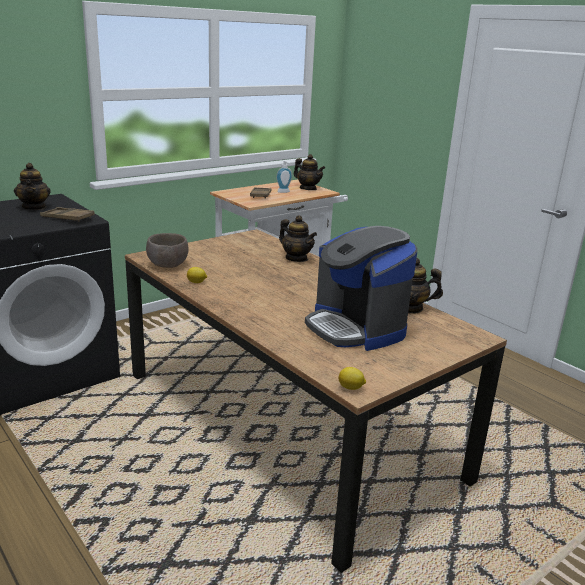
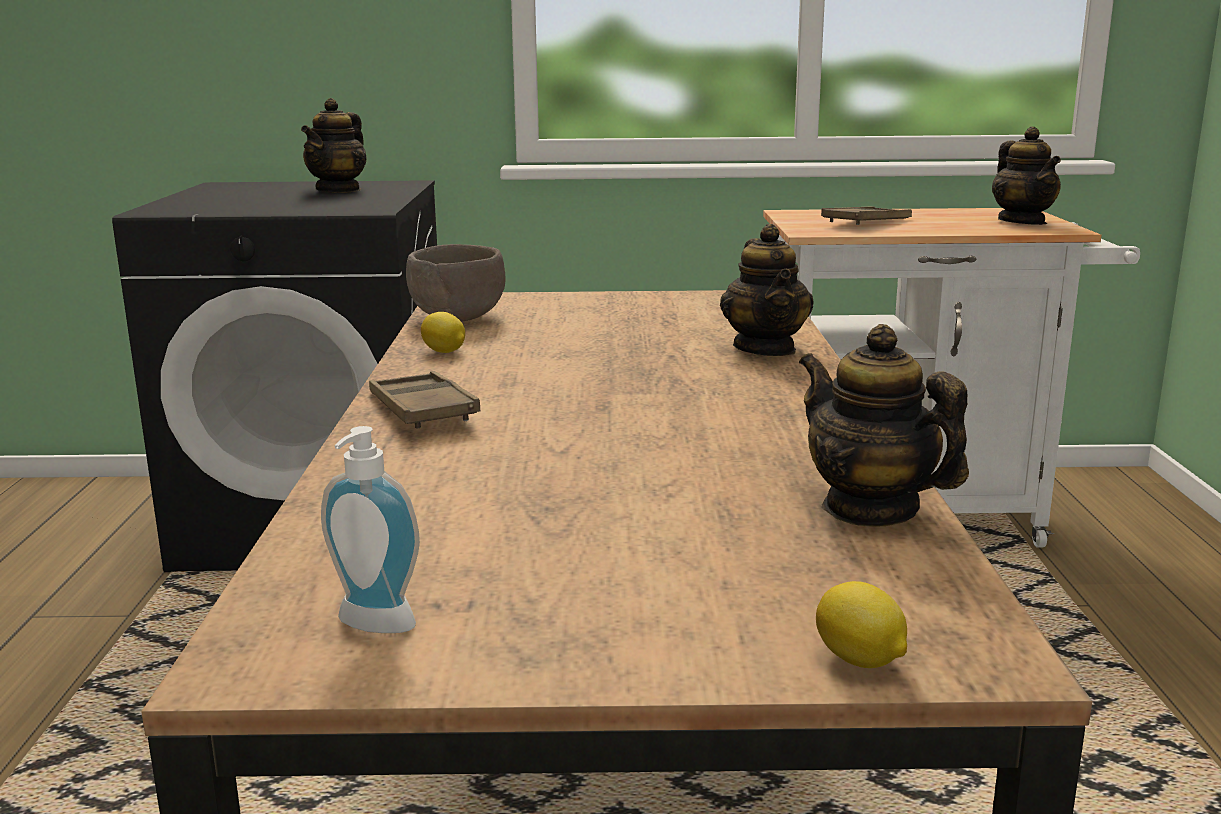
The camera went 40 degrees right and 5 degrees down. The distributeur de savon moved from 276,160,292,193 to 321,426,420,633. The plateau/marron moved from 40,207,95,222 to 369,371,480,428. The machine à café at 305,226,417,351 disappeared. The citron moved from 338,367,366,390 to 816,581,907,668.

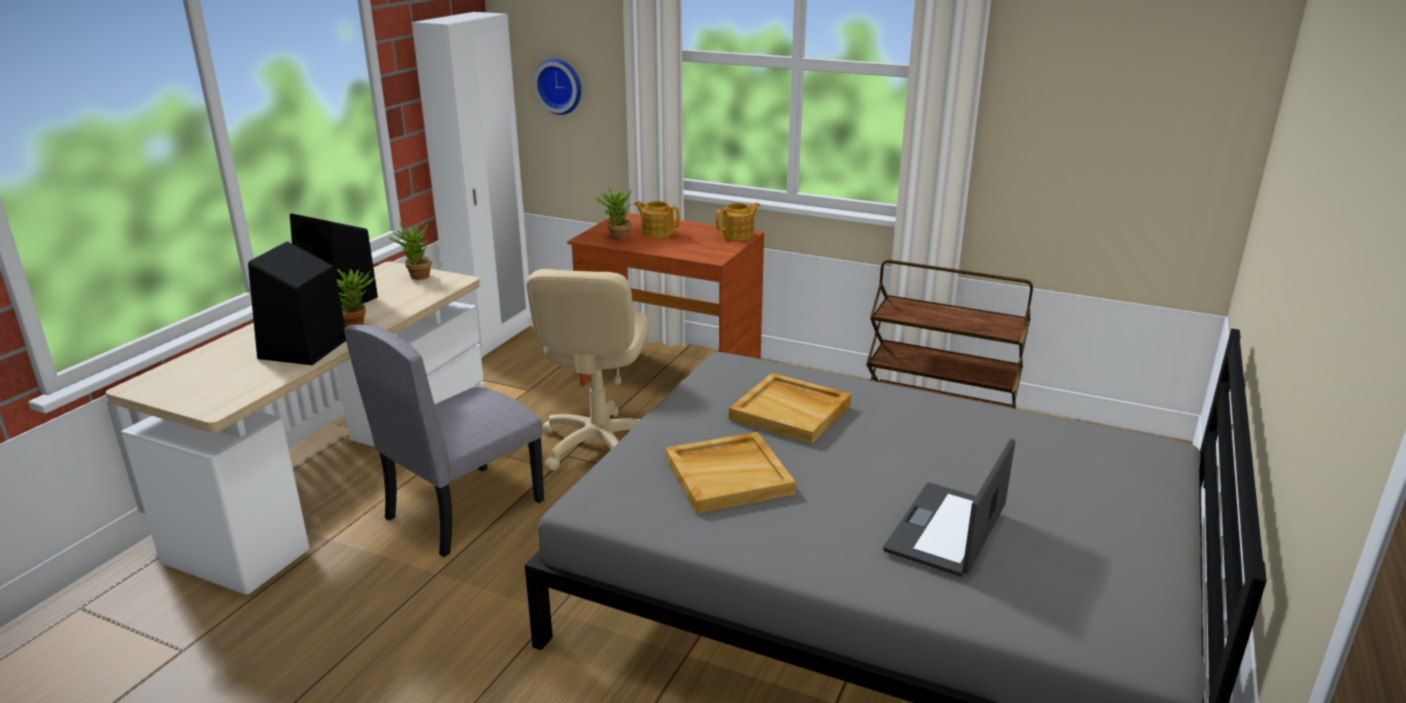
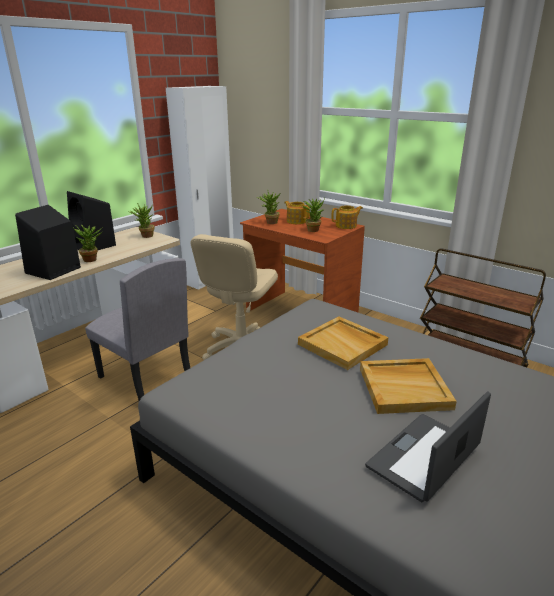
The camera went 15 degrees right and 0 degrees up. The horloge murale at 533,58,581,115 disappeared. The chaise/gris at 344,324,544,557 turned 105 degrees counterclockwise. The plateau/beige moved from 665,432,796,514 to 360,358,457,414. The plante en pot at 302,198,325,232 appeared.

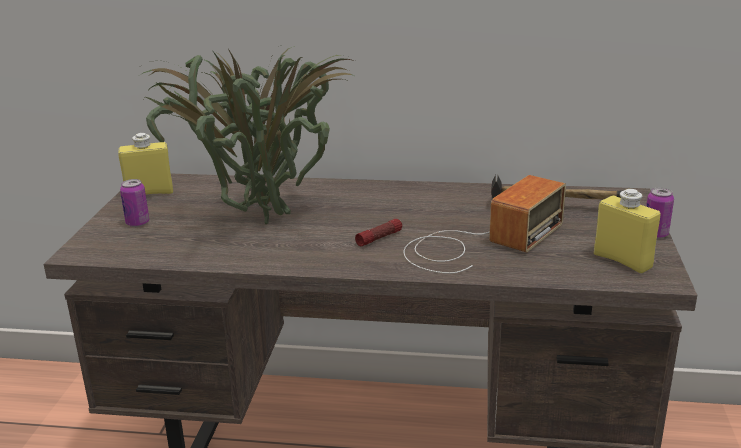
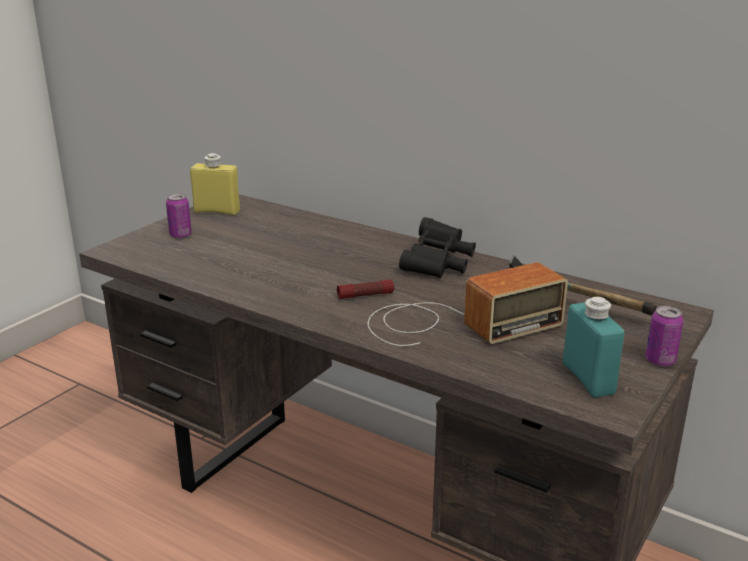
The camera went 25 degrees right and 0 degrees up. The plante en pot at 140,46,356,224 disappeared. The bouteille/jaune at 594,189,660,274 became the bouteille/turquoise at 562,297,625,398. The jumelles/noir at 399,217,476,278 appeared.

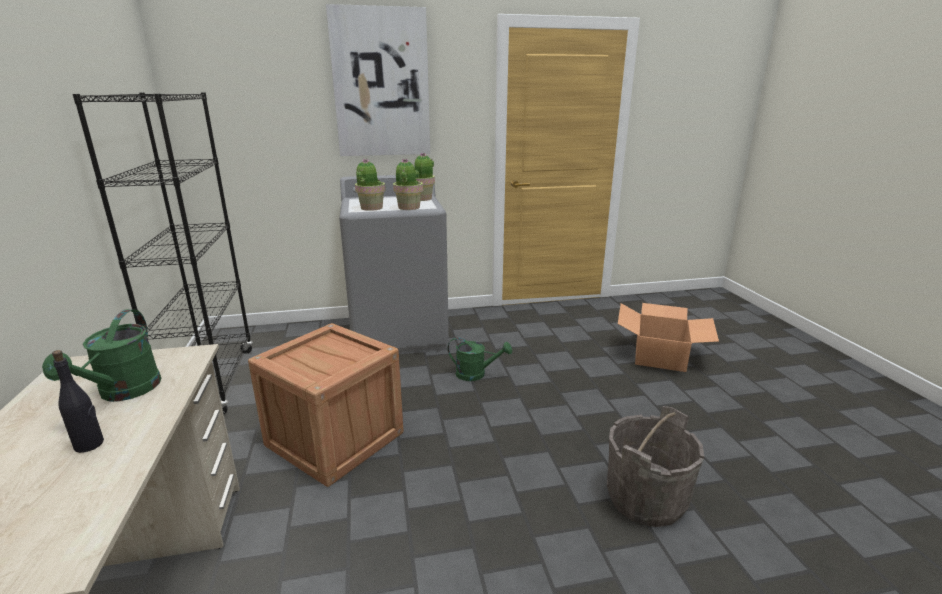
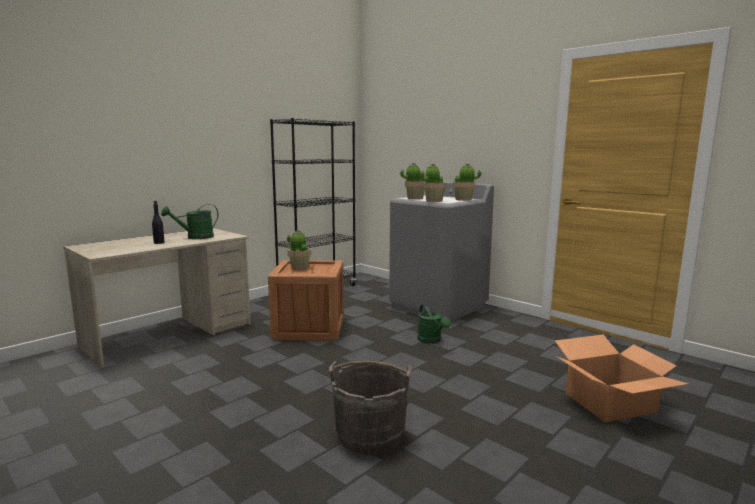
The camera went 55 degrees right and 10 degrees down. The tableau at 326,4,430,156 disappeared. The plante en pot at 287,230,311,270 appeared.

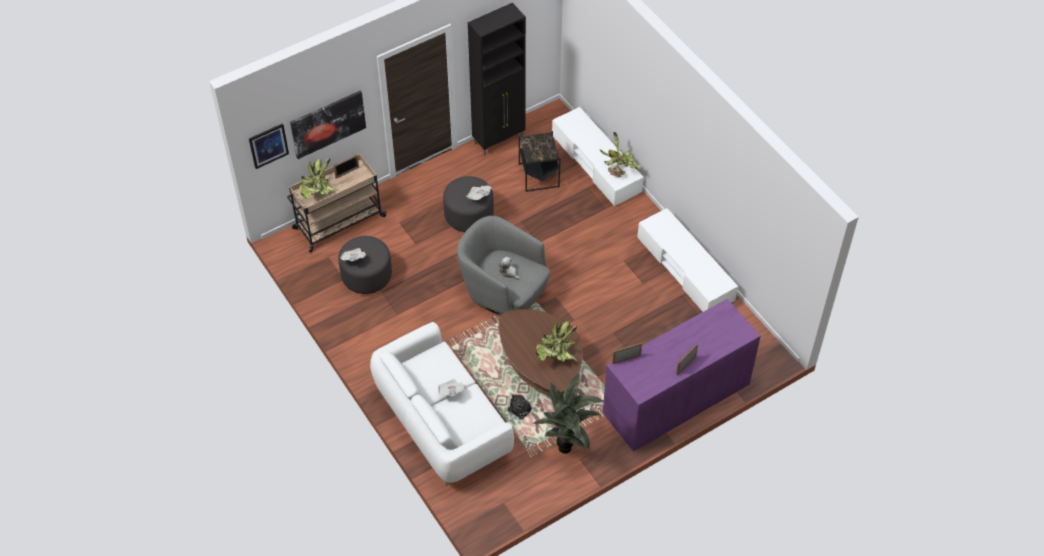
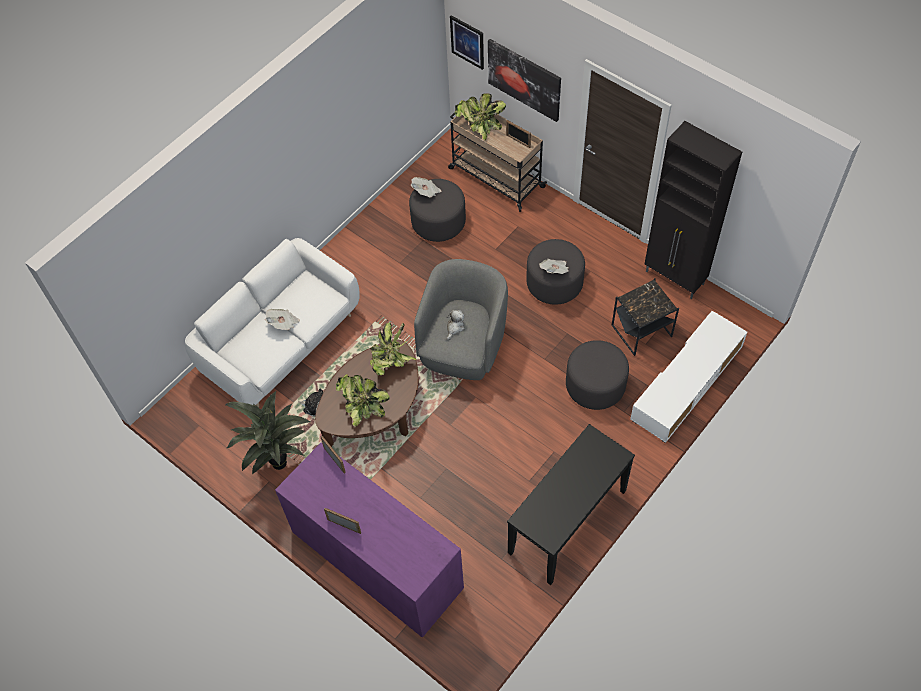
The camera went 75 degrees right and 5 degrees up. The plante en pot moved from 600,132,641,177 to 370,323,417,375. The meuble télé/blanc at 637,208,738,312 was replaced by the table console/noir at 507,424,635,585. The pouf/gris at 566,340,629,410 appeared.

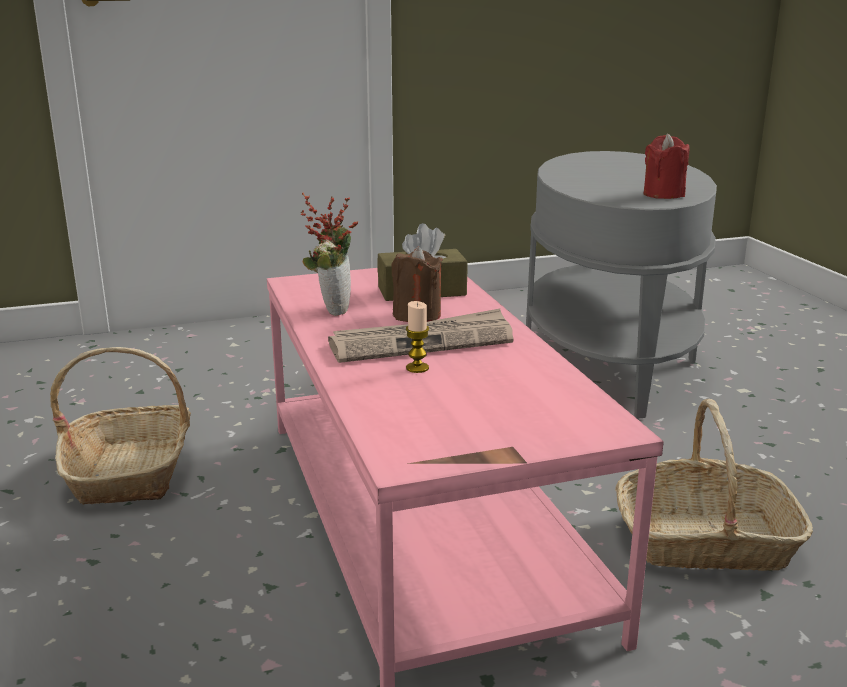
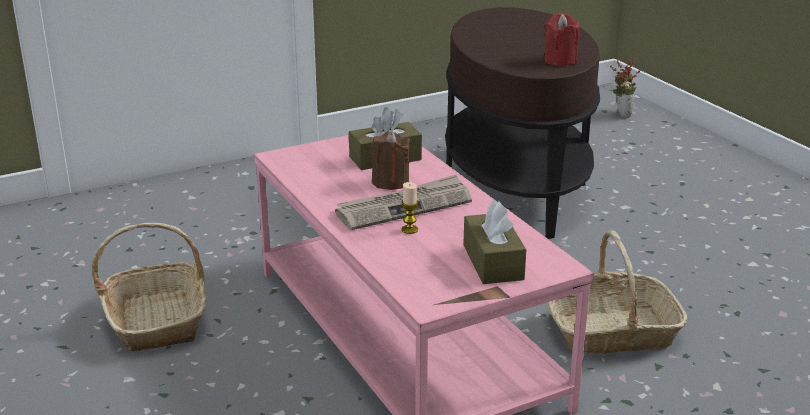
The camera went 10 degrees left and 5 degrees up. The table d'appoint/gris at 526,151,717,419 became the table d'appoint/marron at 445,7,600,239. The plante en pot moved from 301,193,358,316 to 610,58,641,118. The boîte à mouchoirs/marron at 463,200,526,284 appeared.

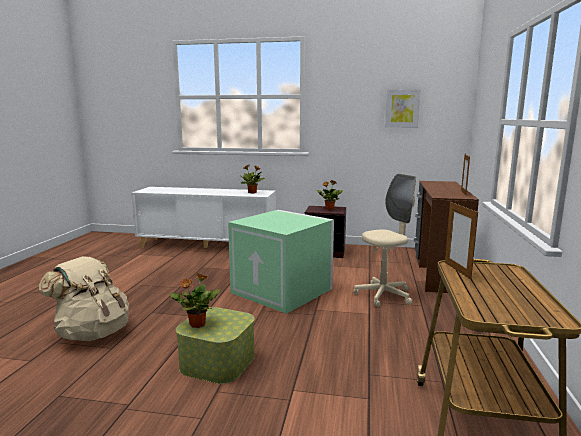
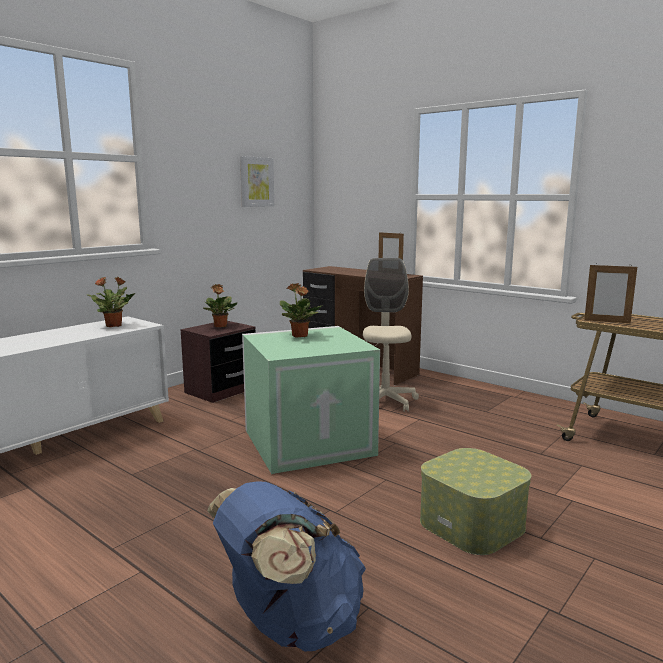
The camera went 60 degrees left and 0 degrees up. The sac à dos/beige at 39,256,129,341 became the sac à dos/bleu at 207,481,366,651. The plante en pot moved from 170,273,220,328 to 280,283,323,338.

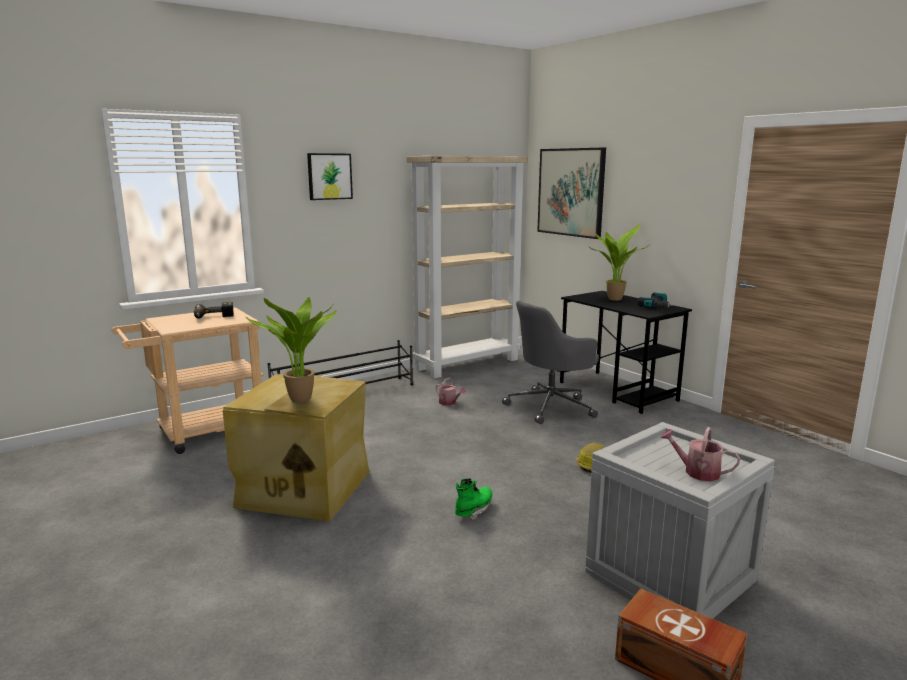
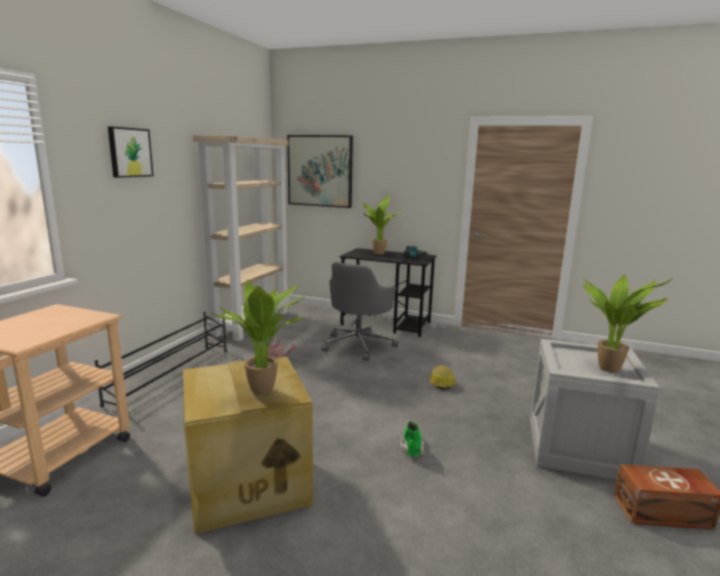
The camera went 35 degrees left and 0 degrees up. The perceuse at 194,302,234,319 disappeared. The arrosoir at 660,427,740,481 was replaced by the plante en pot at 583,275,674,373.

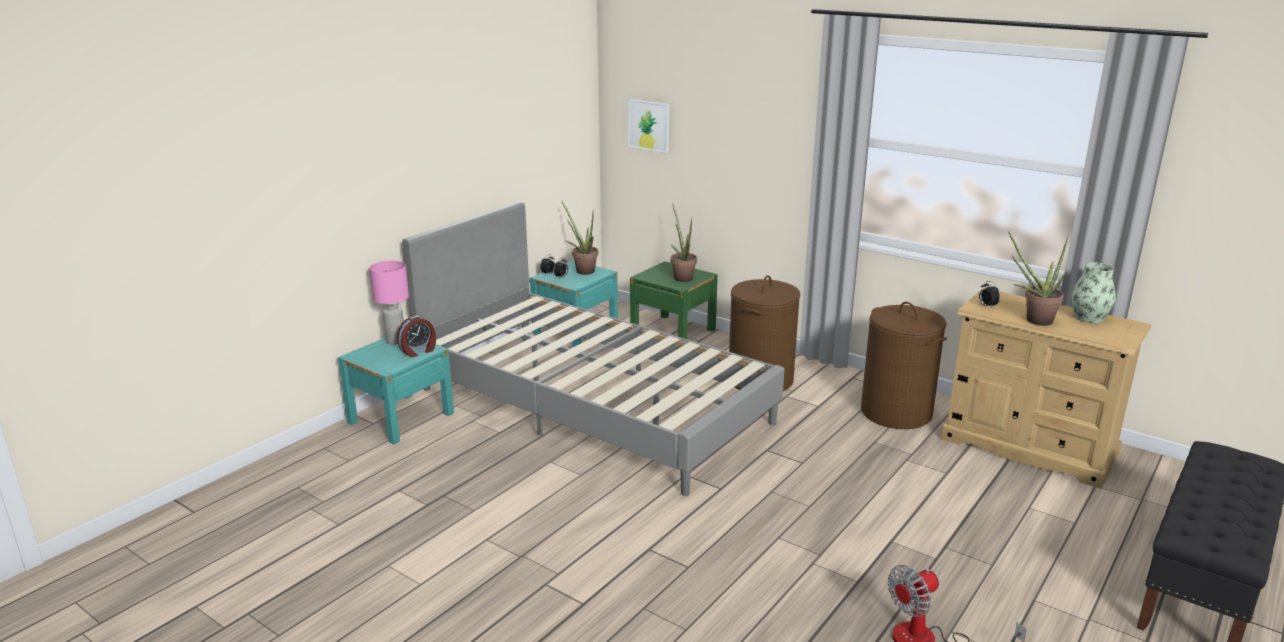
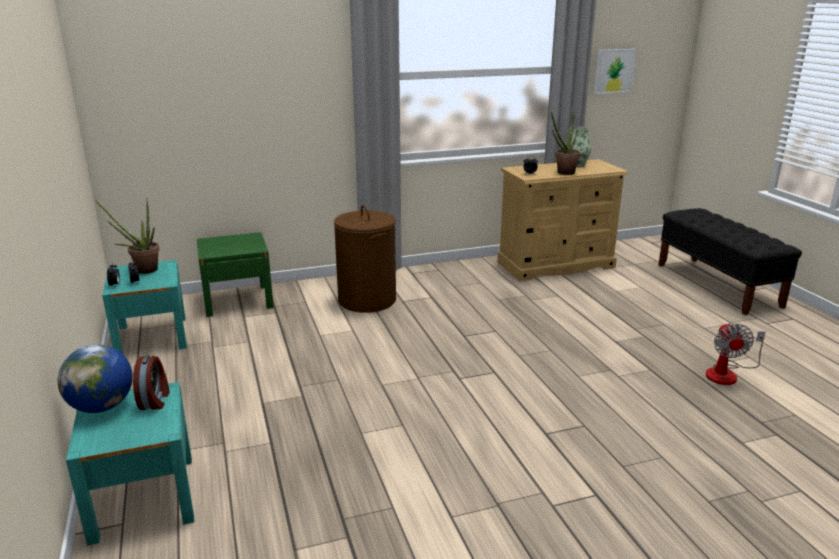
The camera went 55 degrees left and 0 degrees up. The tableau moved from 628,99,669,153 to 594,49,636,94. The lit/gris at 402,202,784,496 disappeared. The plante en pot at 671,204,697,282 disappeared. The lampe de table/rose at 369,261,409,345 was replaced by the globe at 58,345,133,413. The panier à linge/marron at 861,302,947,429 disappeared.

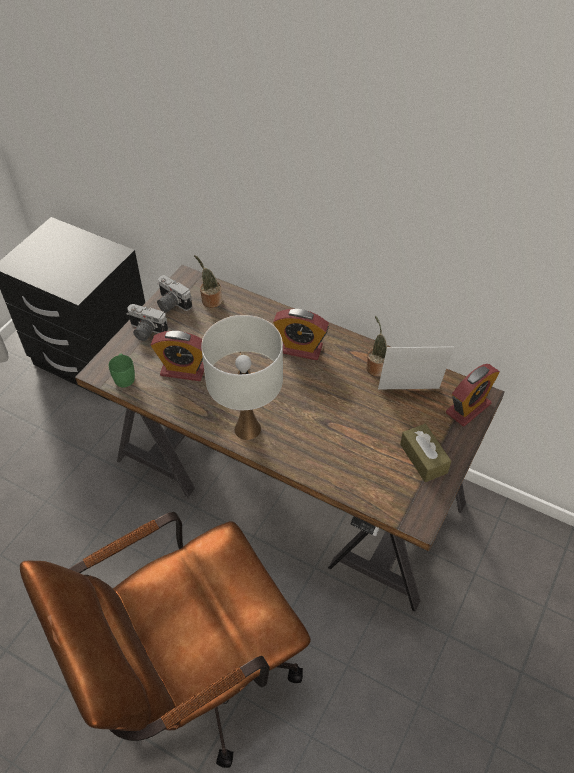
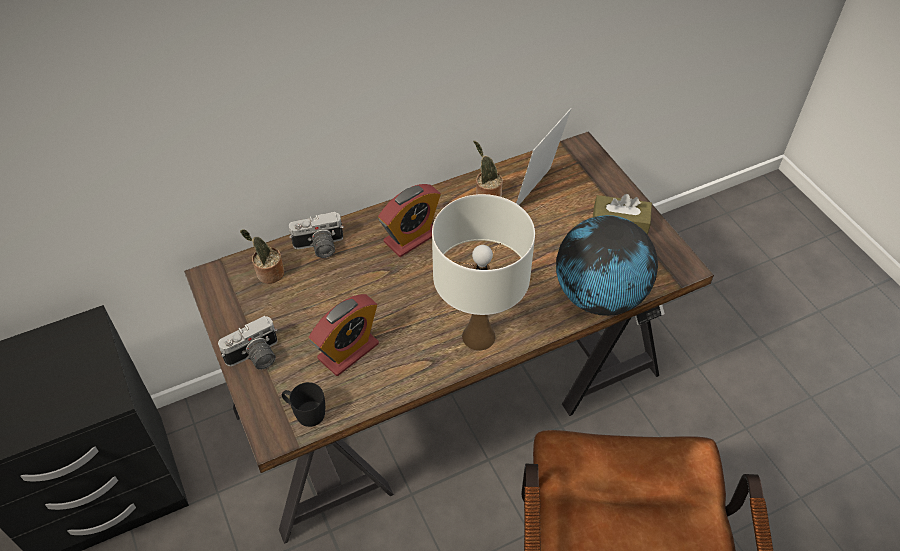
The camera went 55 degrees left and 0 degrees up. The appareil photo moved from 157,275,192,313 to 289,212,344,258. The mug/vert at 109,354,135,387 became the mug/noir at 282,382,325,427. The réveil at 446,364,500,426 disappeared. The globe at 556,215,658,316 appeared.

